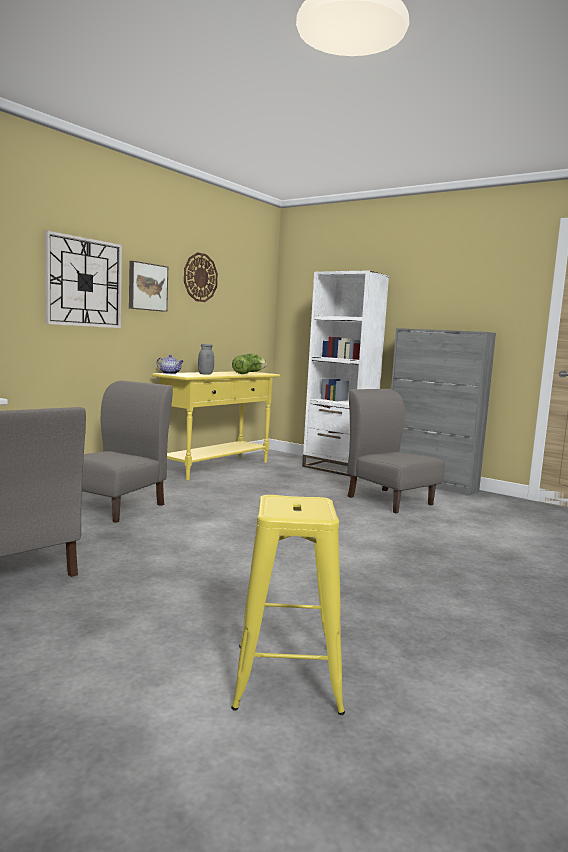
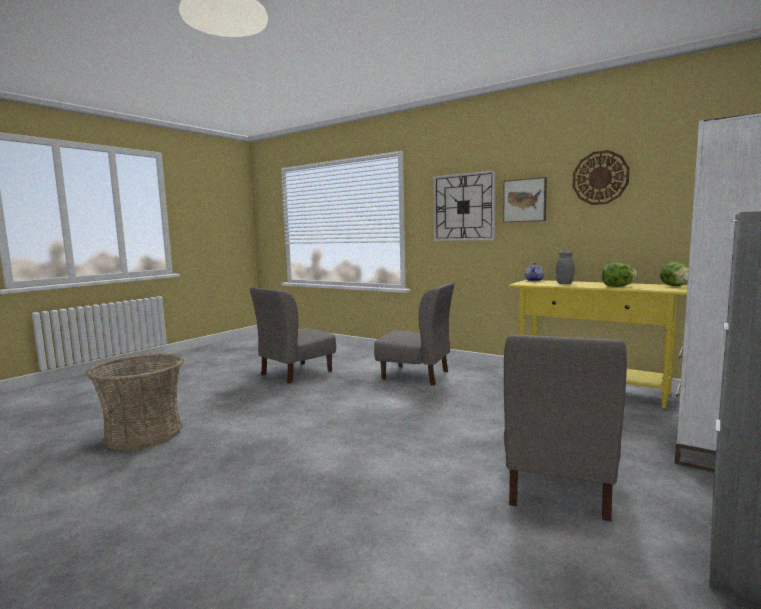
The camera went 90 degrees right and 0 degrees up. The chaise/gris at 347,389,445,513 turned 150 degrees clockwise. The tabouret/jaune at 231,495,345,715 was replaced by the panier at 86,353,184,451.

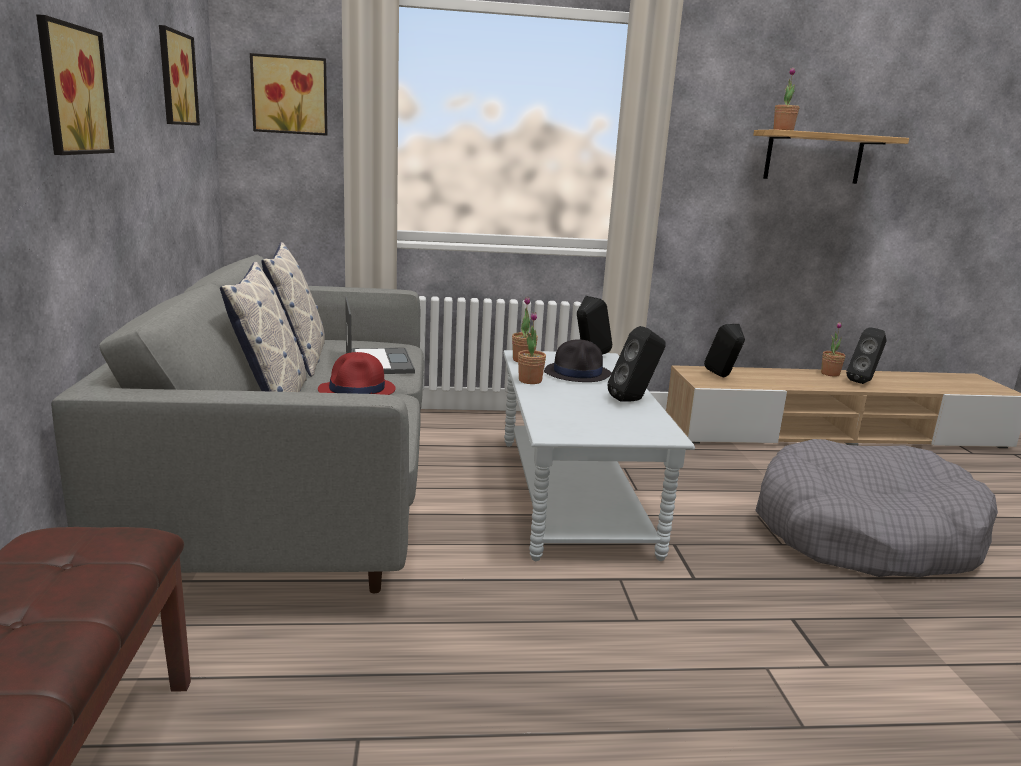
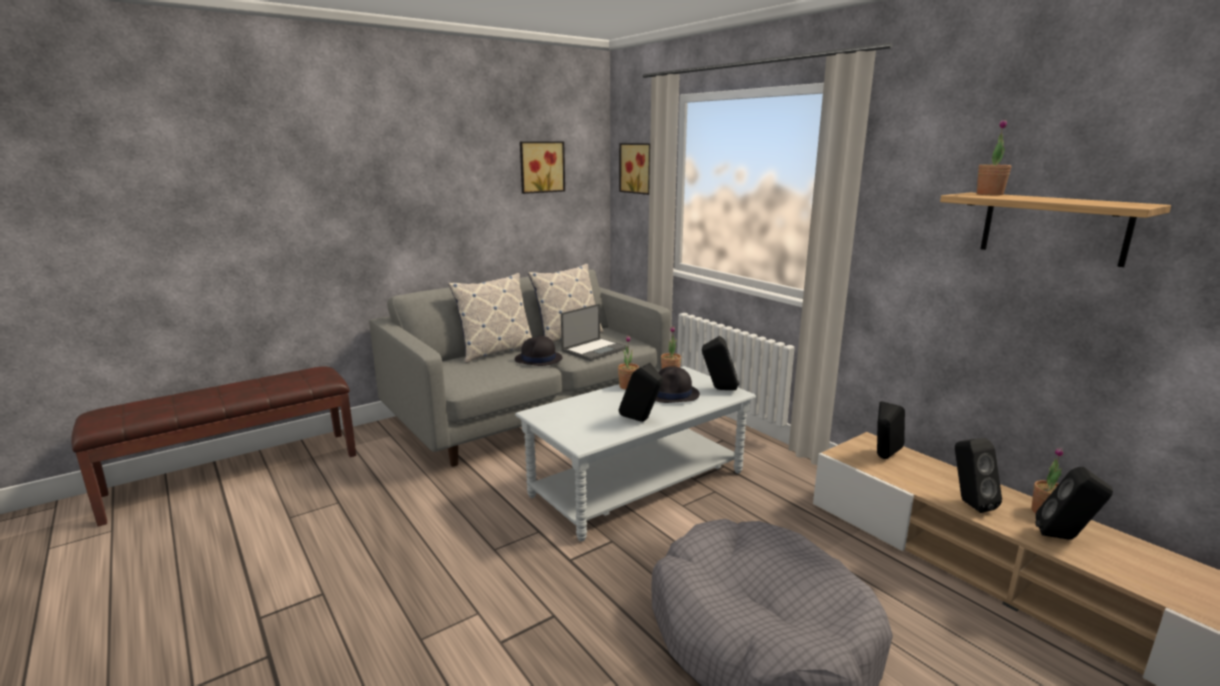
The camera went 60 degrees right and 0 degrees up. The tableau at 36,14,115,155 disappeared. The chapeau/rouge at 318,352,396,395 became the chapeau/noir at 515,336,563,366. The enceinte/noir at 955,438,1002,513 appeared.

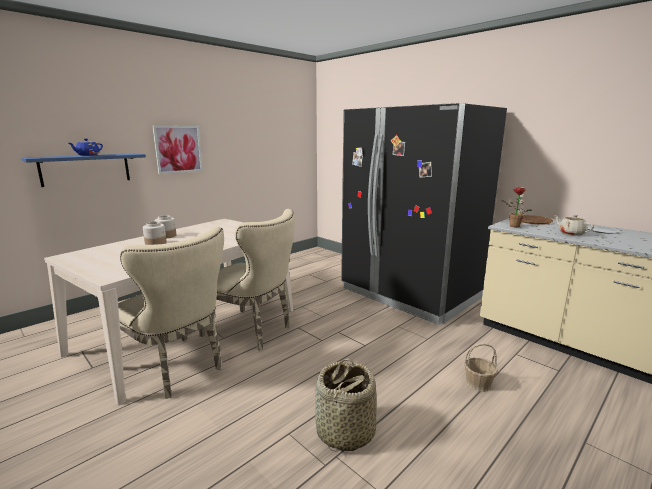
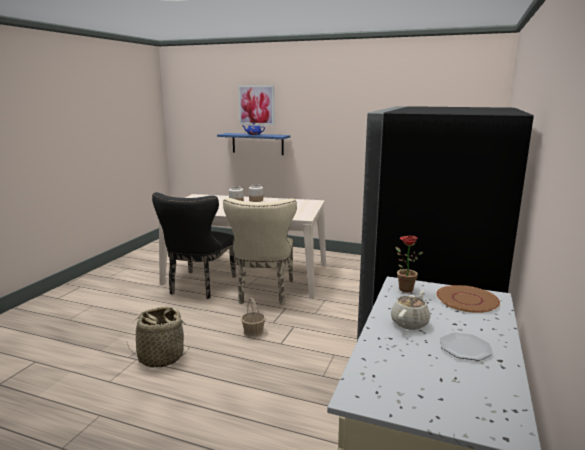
The camera went 65 degrees right and 0 degrees up. The tableau moved from 152,126,203,174 to 238,85,275,125. The chaise/beige at 118,226,224,399 became the chaise/noir at 152,192,236,299. The panier moved from 464,343,498,392 to 241,298,266,337.

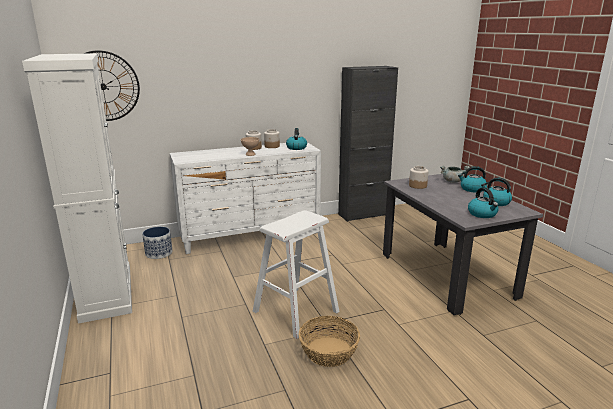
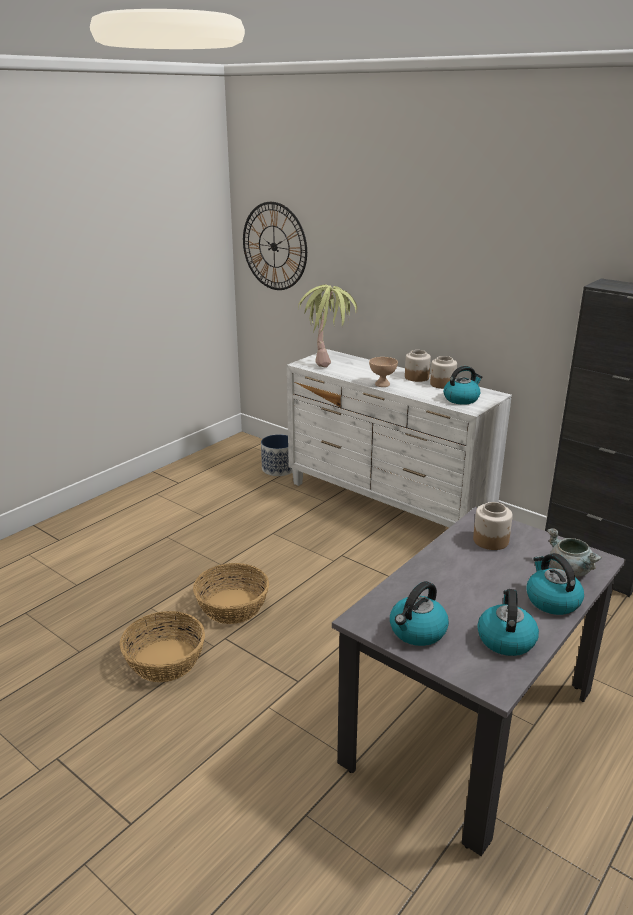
The camera went 60 degrees right and 5 degrees up. The meuble de rangement/blanc at 22,53,132,324 disappeared. The tabouret/blanc at 253,210,340,339 was replaced by the panier at 193,563,269,624. The plante en pot at 298,285,357,368 appeared.

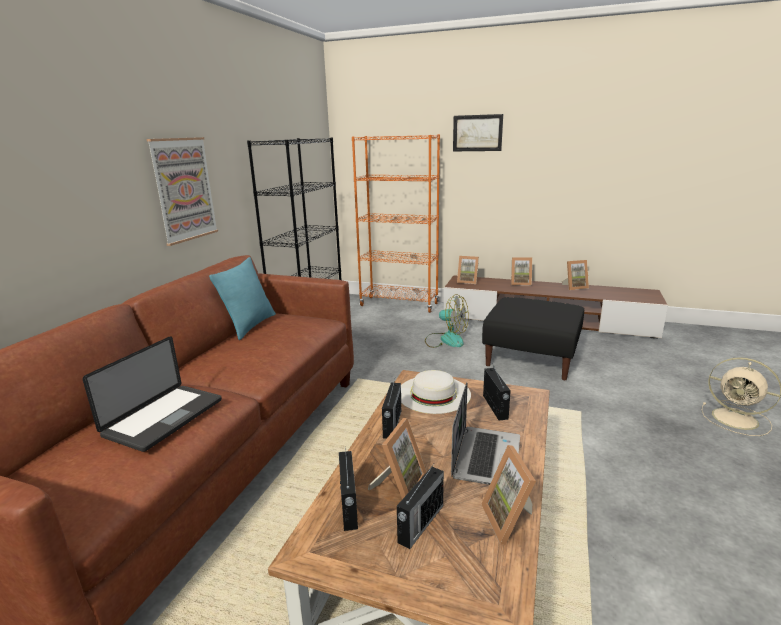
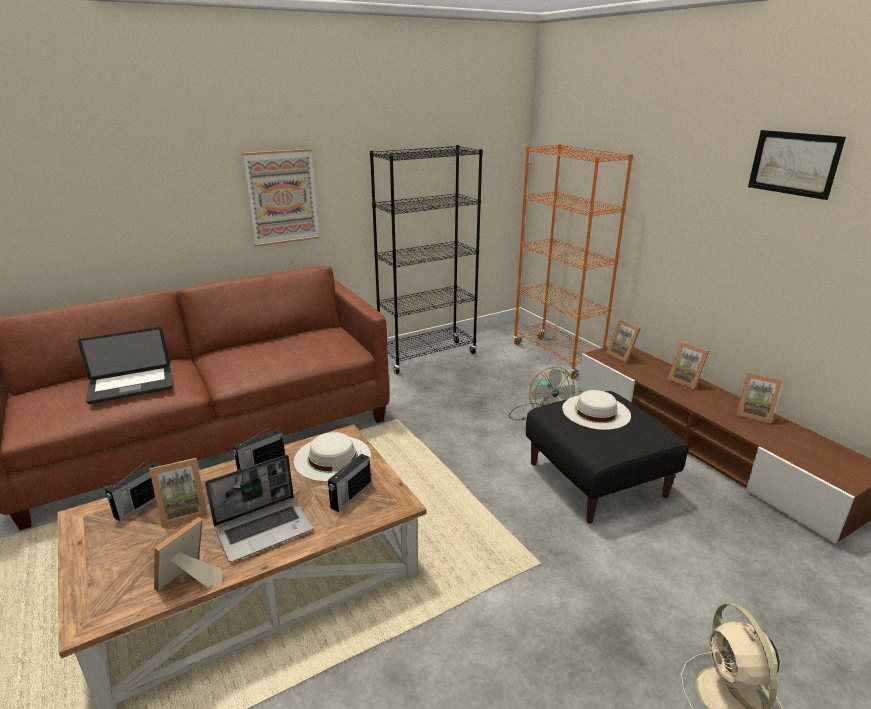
The camera went 40 degrees right and 5 degrees up. The tableau moved from 453,114,503,151 to 748,130,846,200. The coussin/turquoise at 209,257,276,340 disappeared. The radio at 397,464,444,549 disappeared. The chapeau/blanc at 562,390,631,430 appeared.

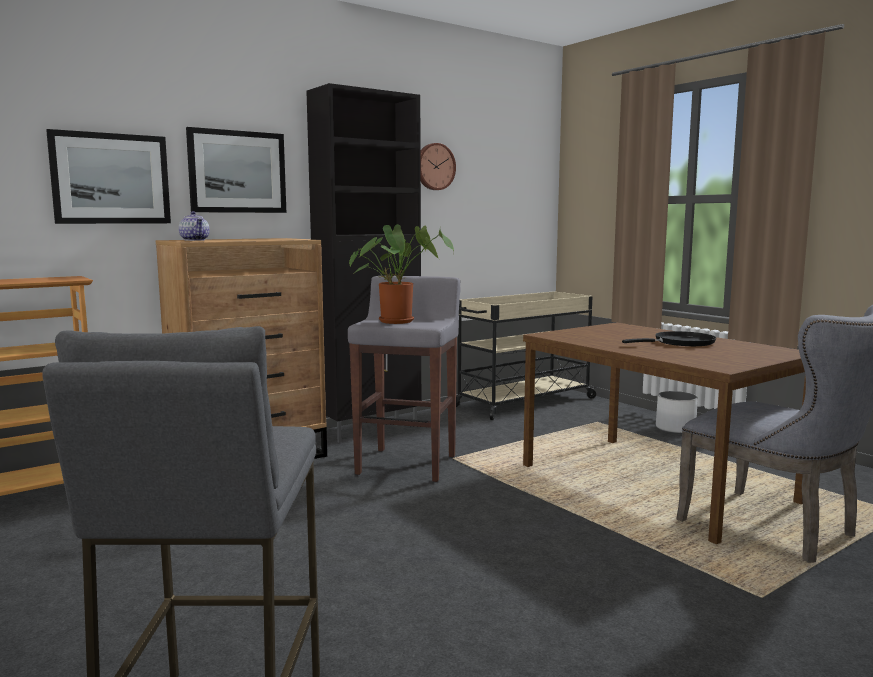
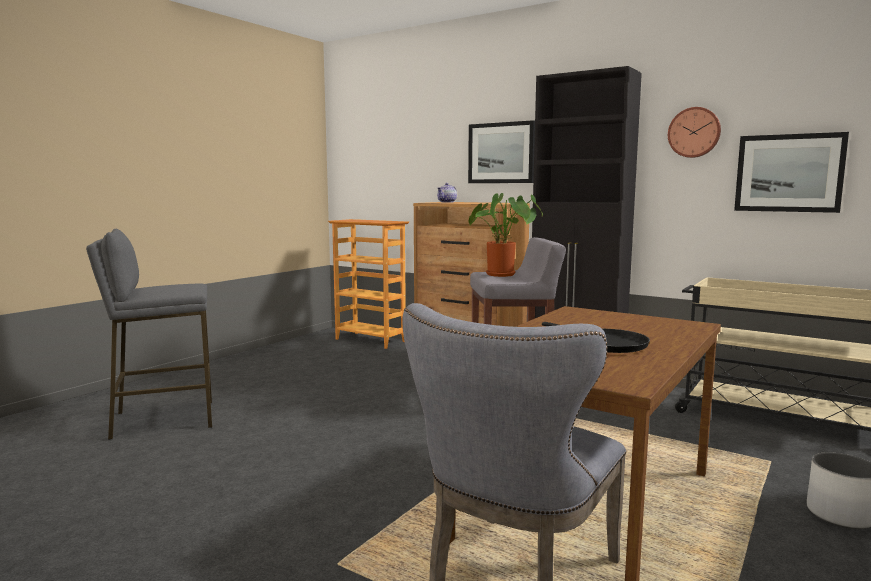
The camera went 70 degrees right and 0 degrees up. The tableau moved from 46,129,171,224 to 734,132,849,213.

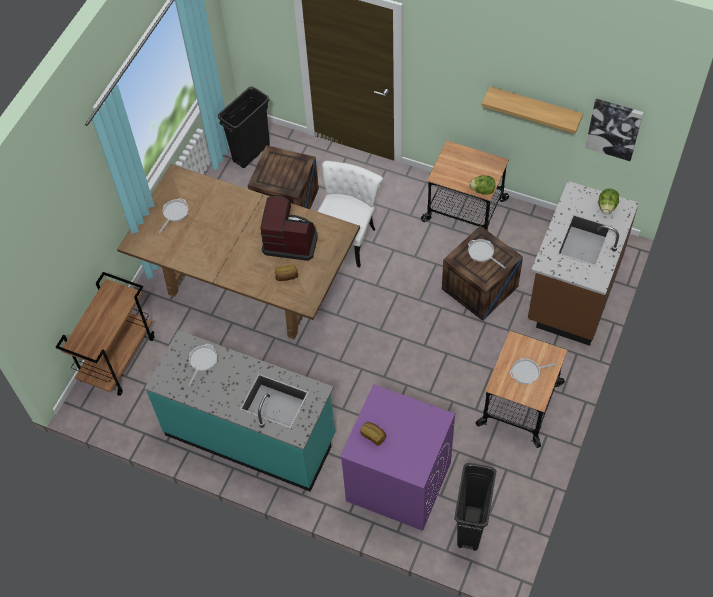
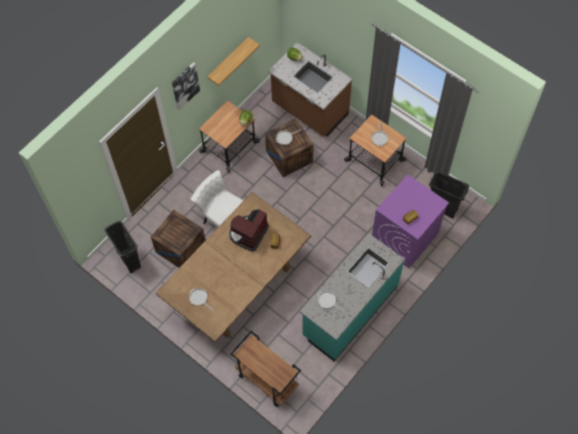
The camera went 75 degrees left and 5 degrees up. The tableau moved from 585,99,644,161 to 172,62,200,110.

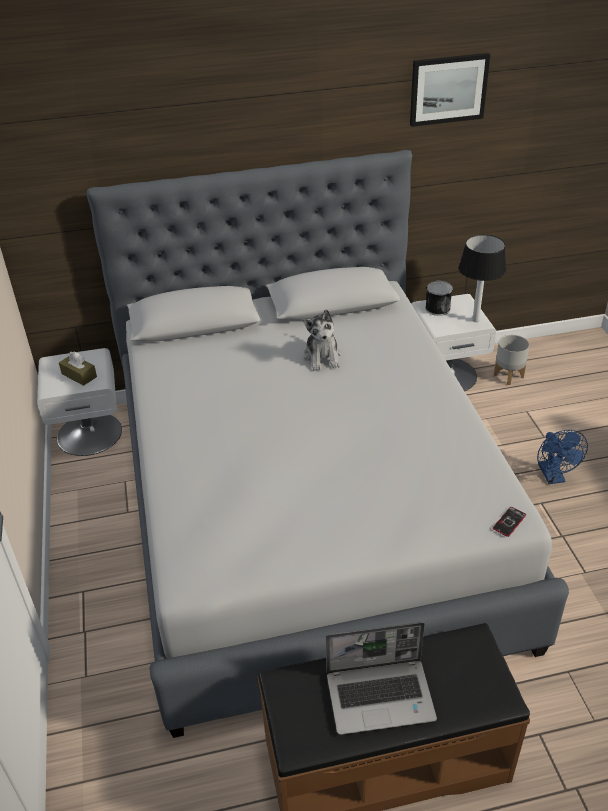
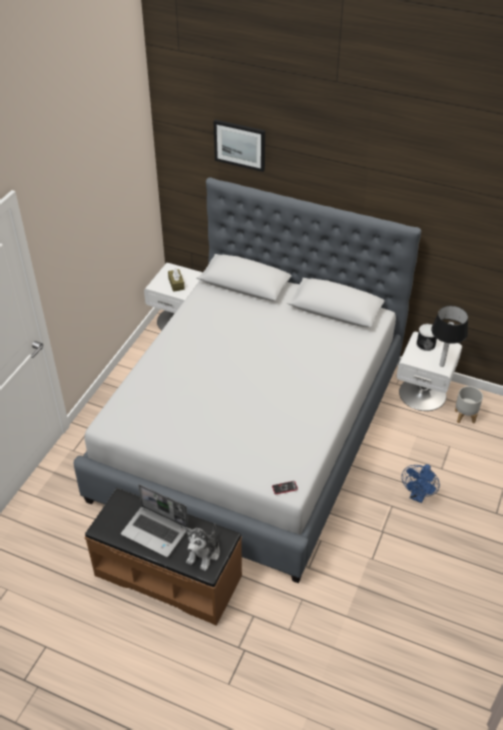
The camera went 35 degrees right and 5 degrees up. The tableau moved from 410,53,490,127 to 213,120,265,172. The peluche moved from 303,309,341,371 to 185,524,220,571.

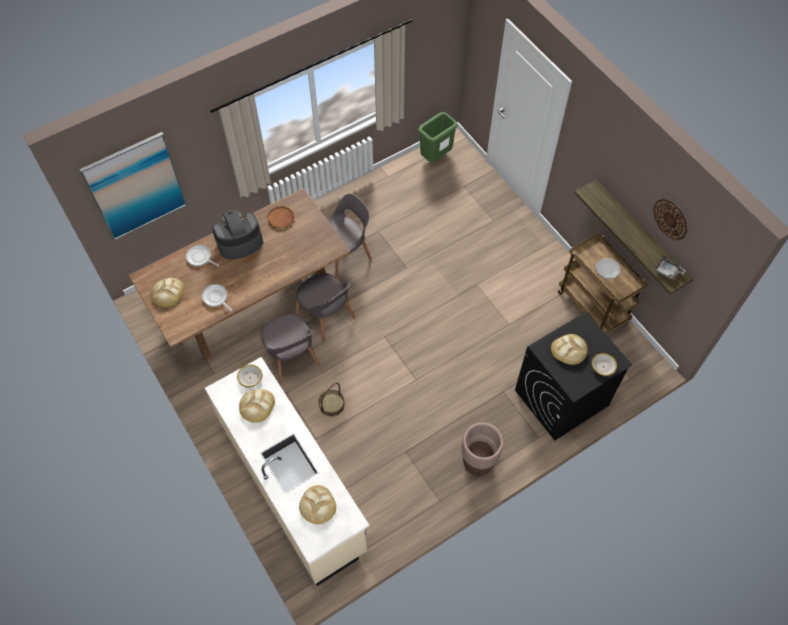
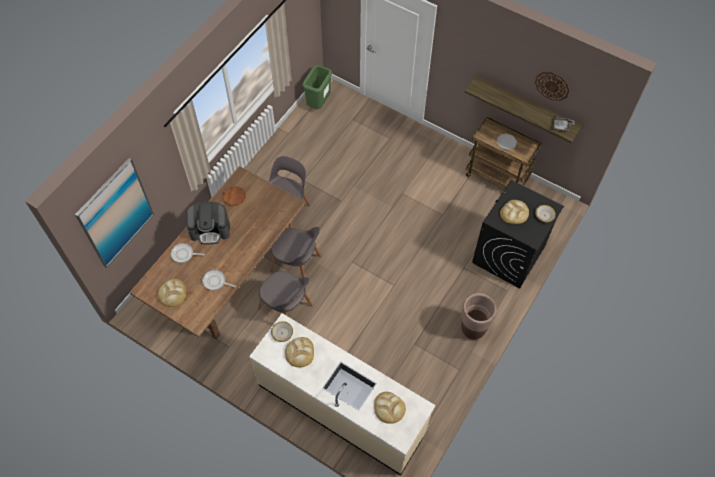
The camera went 25 degrees left and 0 degrees up. The machine à café at 212,209,263,259 turned 135 degrees counterclockwise. The panier at 319,382,345,417 disappeared.

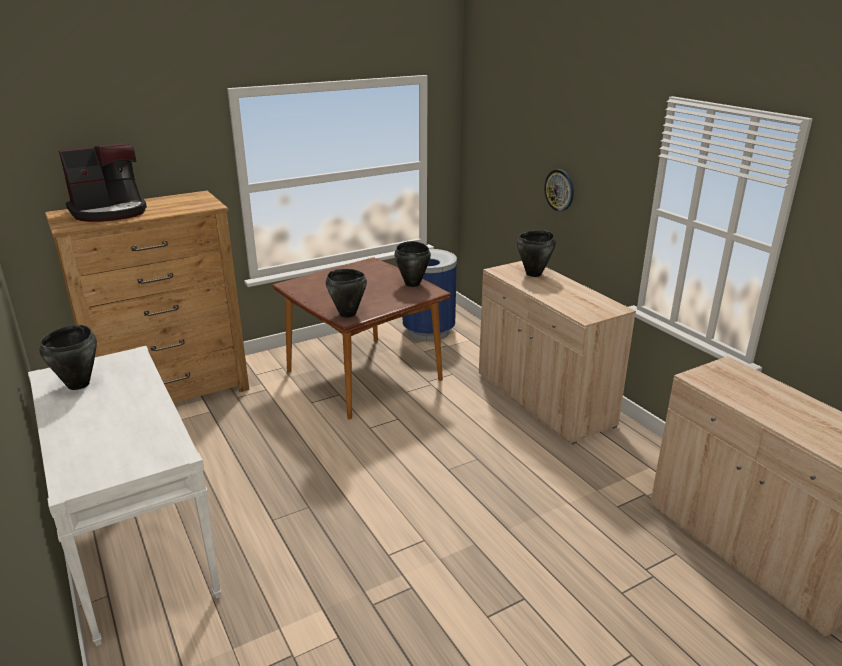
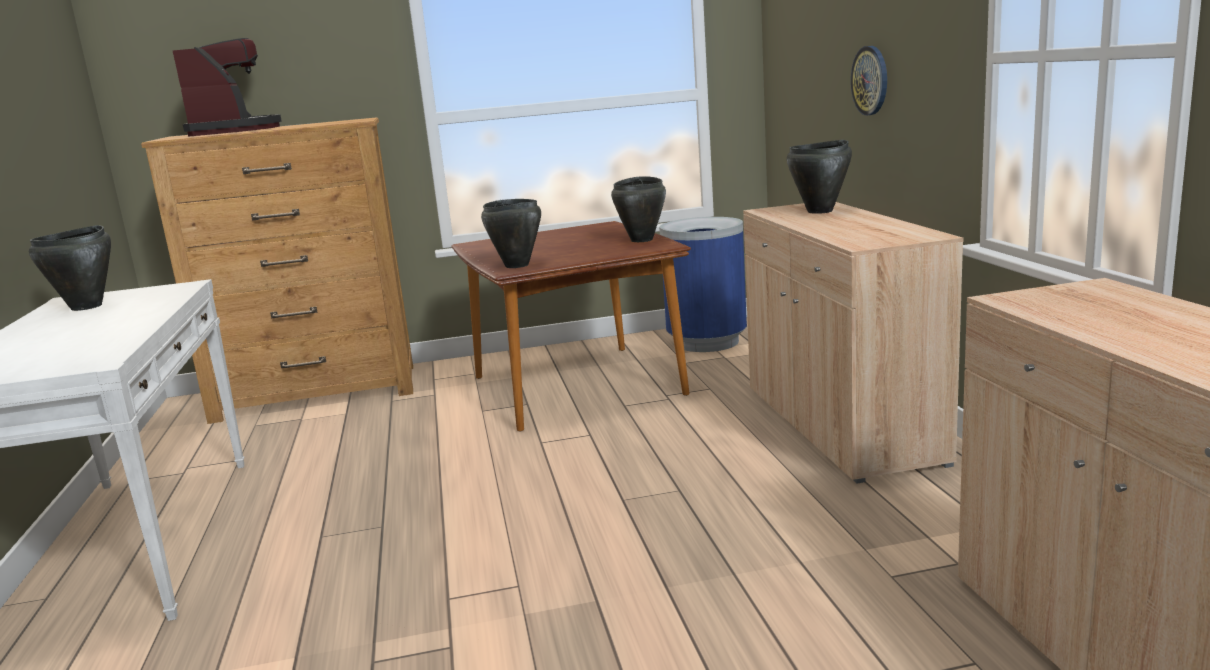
The camera went 20 degrees right and 10 degrees down. The machine à café at 59,143,147,222 turned 90 degrees counterclockwise.

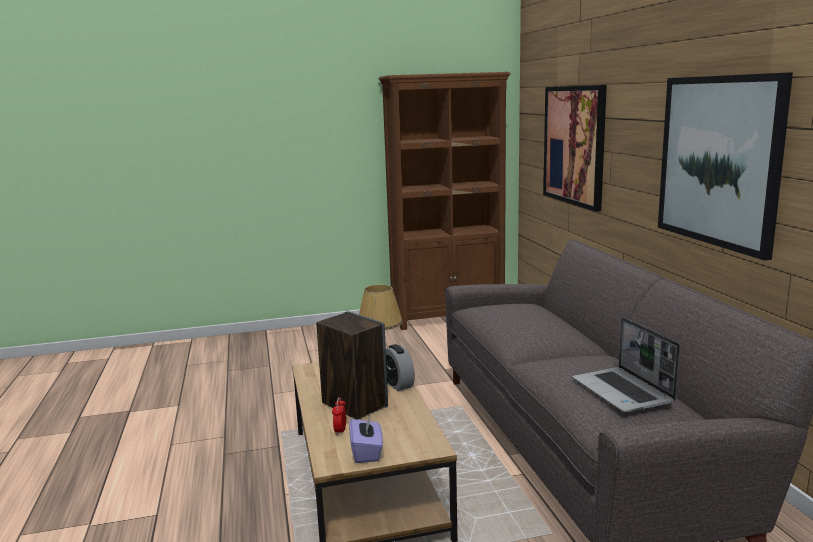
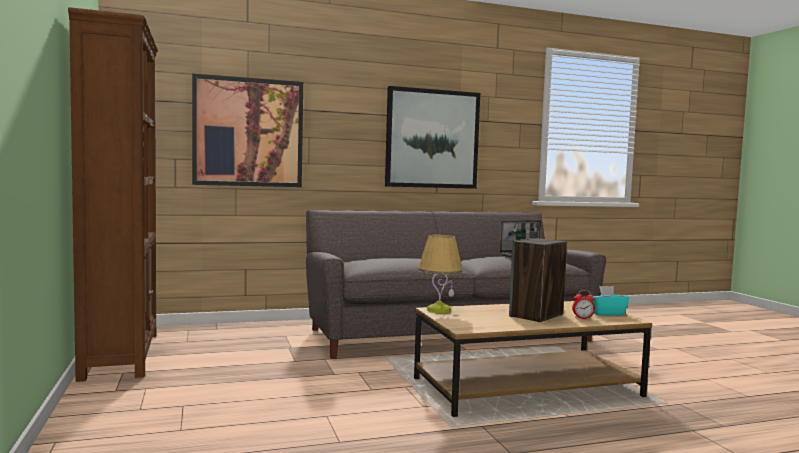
The camera went 95 degrees left and 10 degrees down. The réveil at 386,344,415,391 disappeared. The boîte à mouchoirs/violet at 349,415,383,463 became the boîte à mouchoirs/turquoise at 587,286,629,316.

